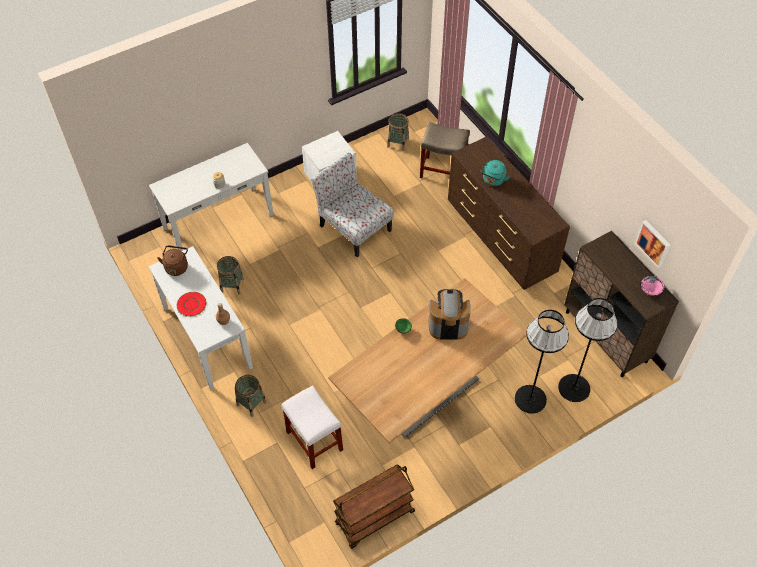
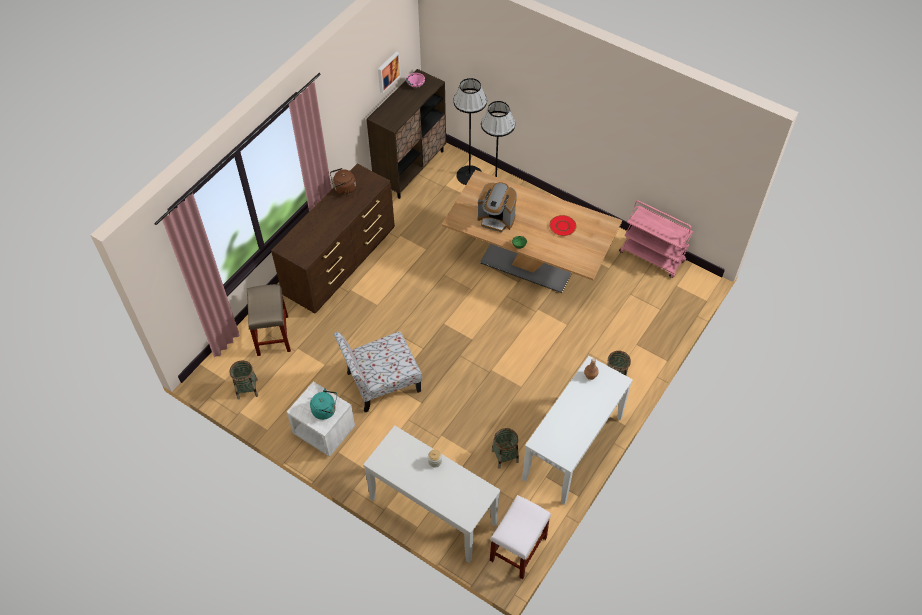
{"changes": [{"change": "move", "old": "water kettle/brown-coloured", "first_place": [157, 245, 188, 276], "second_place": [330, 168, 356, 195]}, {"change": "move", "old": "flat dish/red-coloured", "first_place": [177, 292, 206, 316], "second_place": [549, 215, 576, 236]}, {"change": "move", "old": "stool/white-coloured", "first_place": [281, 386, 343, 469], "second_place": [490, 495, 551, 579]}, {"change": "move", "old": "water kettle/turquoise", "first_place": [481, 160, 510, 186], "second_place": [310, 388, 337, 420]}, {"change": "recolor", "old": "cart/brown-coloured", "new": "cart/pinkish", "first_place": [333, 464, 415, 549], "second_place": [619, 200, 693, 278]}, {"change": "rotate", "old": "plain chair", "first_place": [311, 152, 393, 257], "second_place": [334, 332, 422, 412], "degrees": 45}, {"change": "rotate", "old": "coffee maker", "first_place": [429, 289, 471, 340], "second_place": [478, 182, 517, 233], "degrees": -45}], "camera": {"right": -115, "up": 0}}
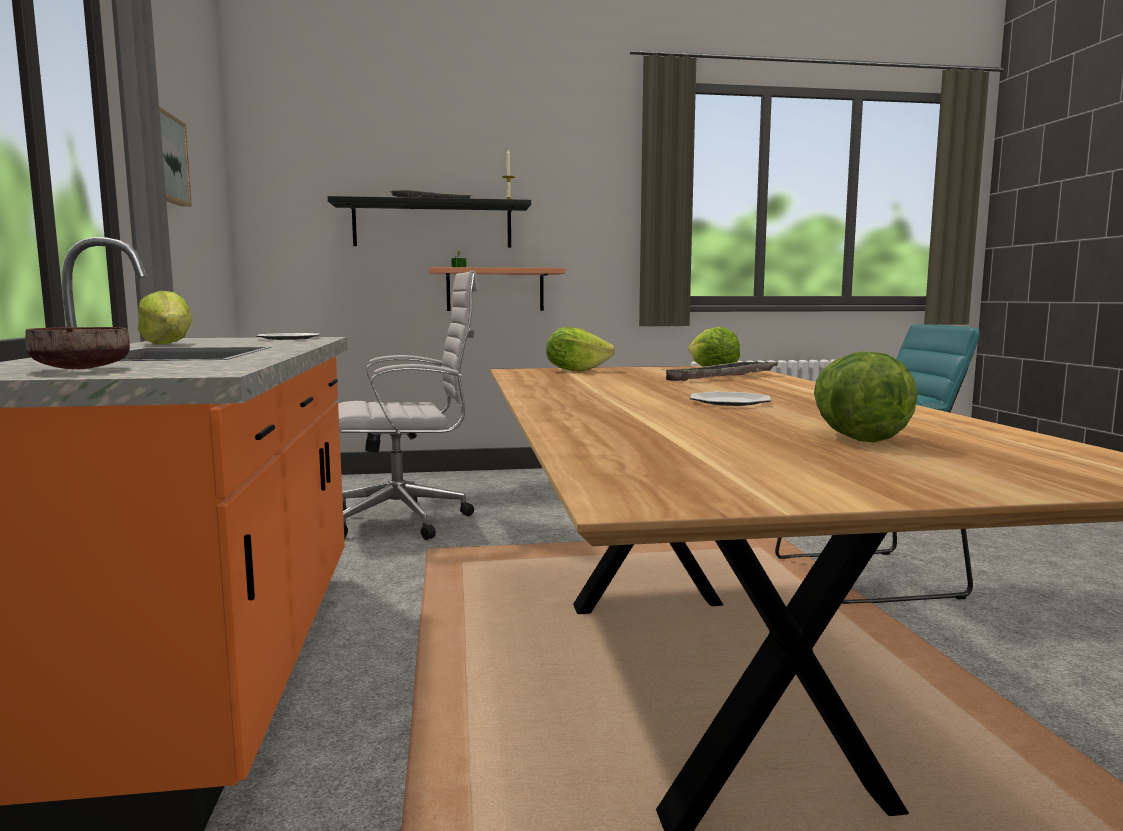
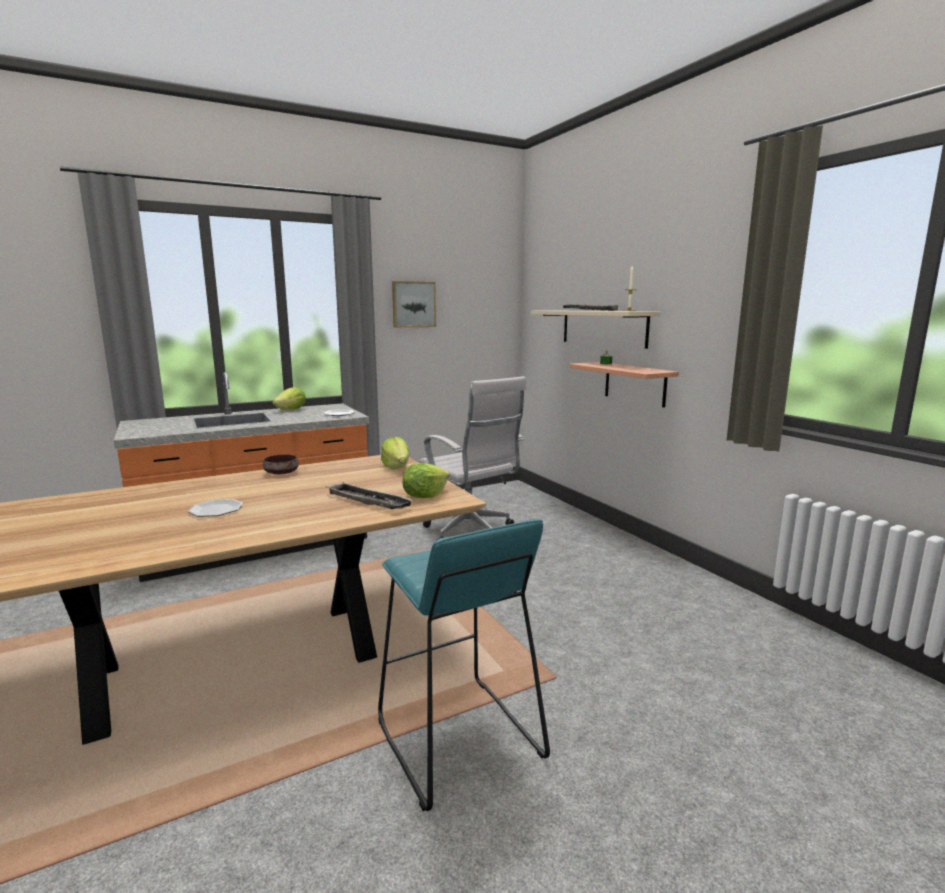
{"changes": [{"change": "delete", "old": "lettuce", "first_place": [814, 351, 918, 443]}, {"change": "move", "old": "bowl/brown-coloured", "first_place": [25, 327, 130, 369], "second_place": [263, 454, 299, 474]}, {"change": "recolor", "old": "wall shelf/black", "new": "wall shelf/beige-coloured", "first_place": [328, 196, 531, 248], "second_place": [531, 311, 661, 349]}], "camera": {"right": 70, "up": 5}}
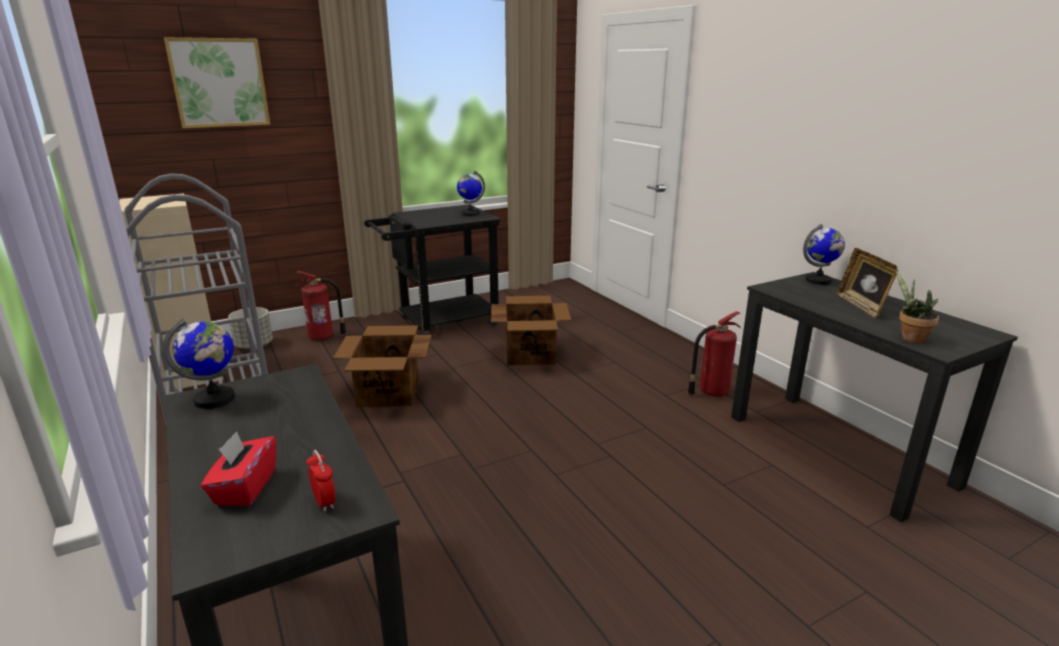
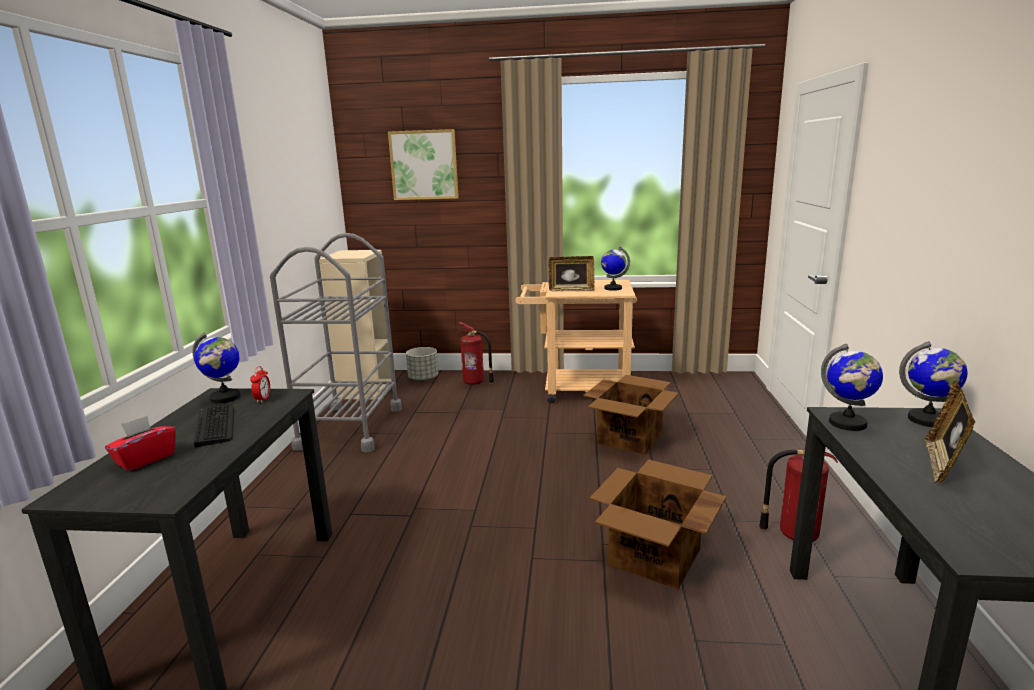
{"changes": [{"change": "delete", "old": "potted plant", "first_place": [896, 270, 939, 344]}, {"change": "insert", "new": "PC keyboard", "second_place": [194, 405, 234, 447]}, {"change": "insert", "new": "picture frame", "second_place": [548, 256, 595, 292]}, {"change": "insert", "new": "desk globe", "second_place": [821, 344, 883, 431]}, {"change": "move", "old": "alarm clock", "first_place": [306, 450, 336, 512], "second_place": [250, 366, 270, 403]}, {"change": "move", "old": "carton", "first_place": [333, 325, 432, 407], "second_place": [590, 459, 726, 589]}, {"change": "recolor", "old": "cart/black", "new": "cart/beige-coloured", "first_place": [364, 204, 501, 335], "second_place": [515, 280, 637, 403]}], "camera": {"right": 35, "up": -5}}
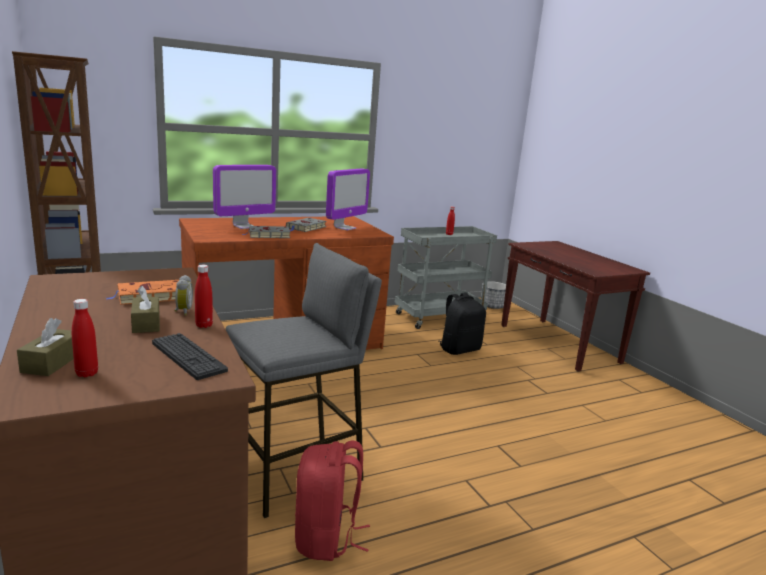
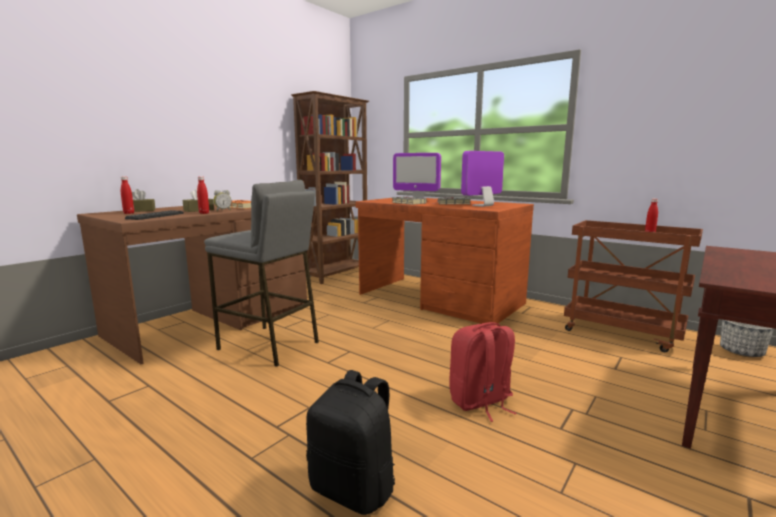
{"changes": [{"change": "move", "old": "backpack/red-coloured", "first_place": [295, 441, 370, 561], "second_place": [449, 322, 517, 422]}, {"change": "move", "old": "backpack/black", "first_place": [438, 292, 486, 355], "second_place": [306, 370, 395, 515]}, {"change": "recolor", "old": "cart/gray", "new": "cart/brown-coloured", "first_place": [395, 226, 497, 329], "second_place": [564, 220, 703, 352]}, {"change": "rotate", "old": "computer display", "first_place": [326, 168, 370, 231], "second_place": [461, 151, 504, 207], "degrees": 135}], "camera": {"right": 65, "up": -5}}
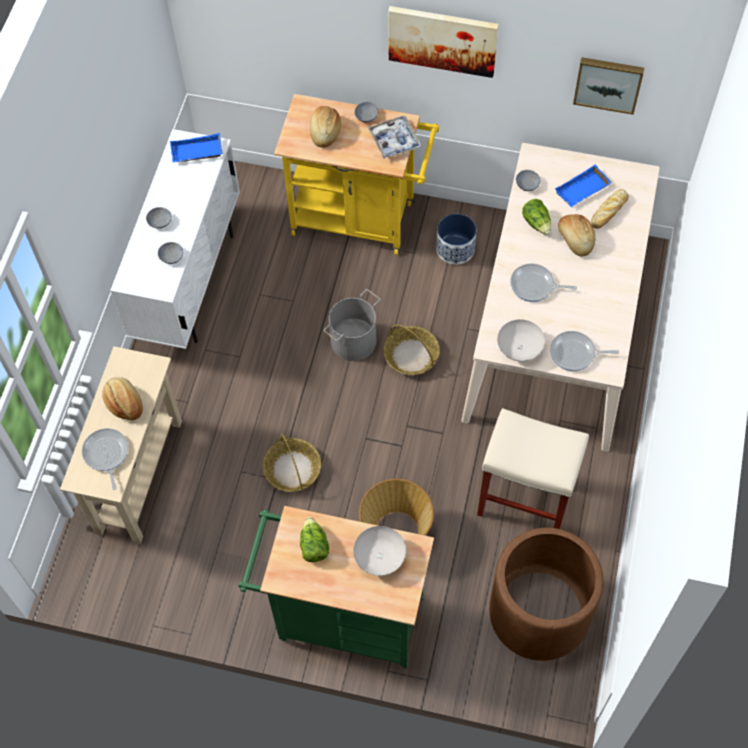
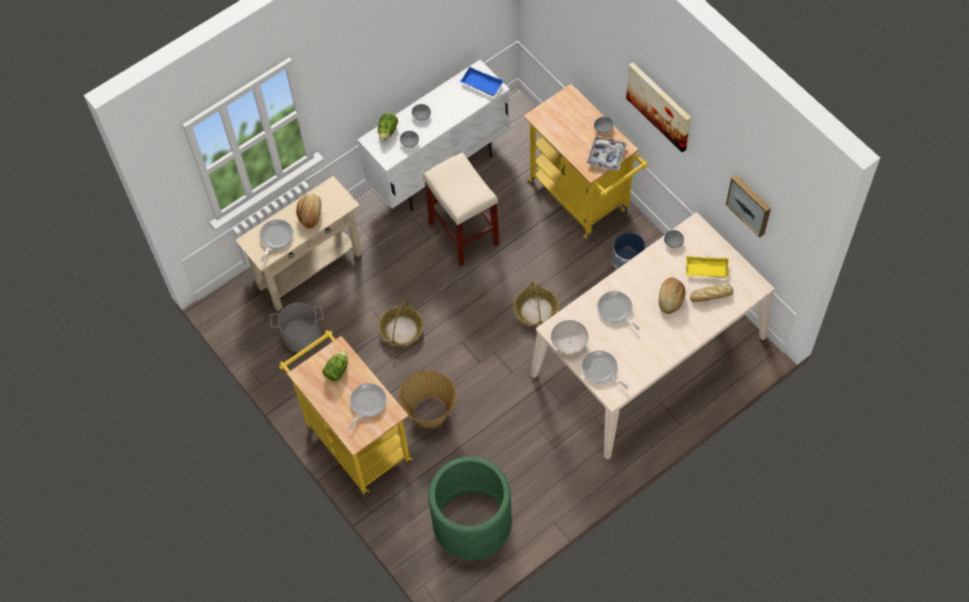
{"changes": [{"change": "delete", "old": "bread", "first_place": [310, 106, 341, 148]}, {"change": "move", "old": "bucket/gray", "first_place": [324, 289, 381, 361], "second_place": [270, 302, 323, 353]}, {"change": "move", "old": "stool/beige-coloured", "first_place": [477, 408, 589, 529], "second_place": [423, 152, 499, 266]}, {"change": "move", "old": "lettuce", "first_place": [522, 199, 551, 235], "second_place": [378, 113, 398, 141]}, {"change": "replace", "old": "bowl/white-coloured", "new": "pan", "first_place": [353, 526, 406, 576], "second_place": [349, 383, 386, 430]}, {"change": "recolor", "old": "cart/green", "new": "cart/yellow-coloured", "first_place": [238, 506, 434, 669], "second_place": [279, 330, 413, 496]}, {"change": "recolor", "old": "plant pot/brown-coloured", "new": "plant pot/green", "first_place": [489, 527, 604, 661], "second_place": [428, 456, 512, 560]}, {"change": "recolor", "old": "tray/blue", "new": "tray/yellow-coloured", "first_place": [555, 165, 612, 207], "second_place": [686, 256, 729, 278]}], "camera": {"right": 40, "up": 0}}
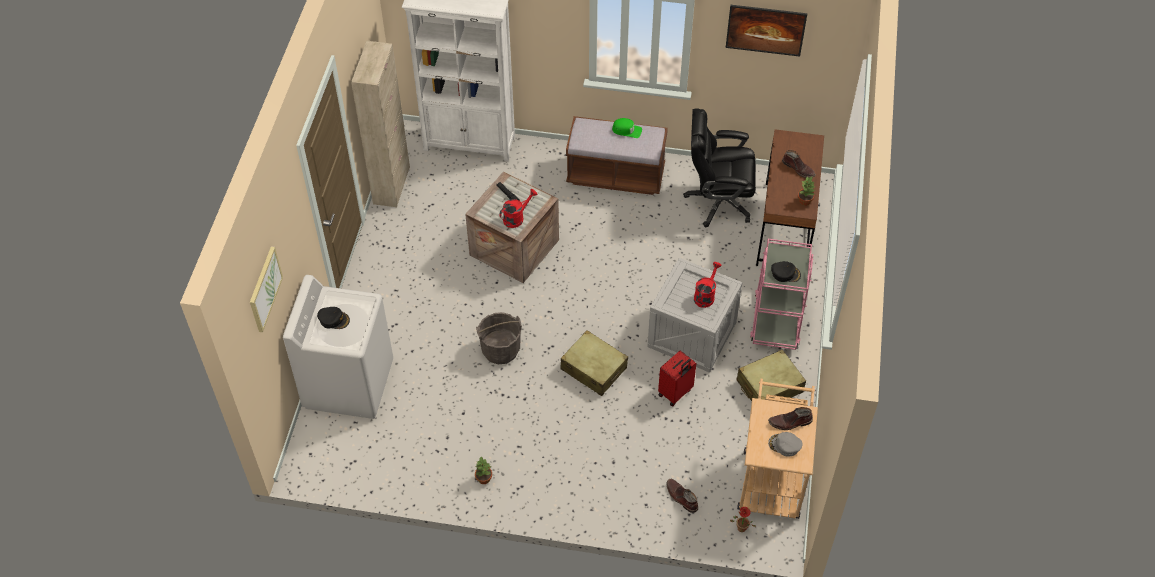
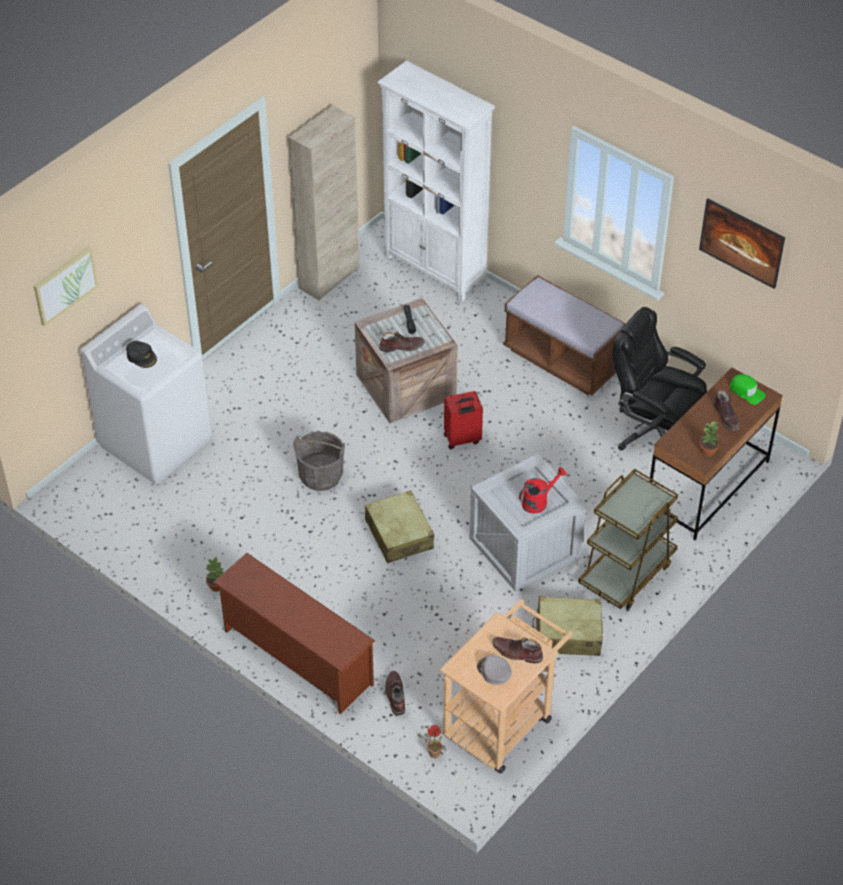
{"changes": [{"change": "delete", "old": "peaked cap/black", "first_place": [771, 261, 801, 282]}, {"change": "insert", "new": "shoe shelf/brown-coloured", "second_place": [213, 553, 375, 714]}, {"change": "move", "old": "peaked cap/green", "first_place": [612, 118, 642, 138], "second_place": [730, 374, 766, 405]}, {"change": "move", "old": "piece of luggage/red-coloured", "first_place": [658, 350, 696, 406], "second_place": [444, 391, 483, 449]}, {"change": "replace", "old": "sprinkling can/red-coloured", "new": "tall boot/brown-coloured", "first_place": [499, 189, 537, 228], "second_place": [379, 332, 425, 352]}, {"change": "recolor", "old": "cart/pinkish", "new": "cart/brown-coloured", "first_place": [750, 239, 814, 350], "second_place": [578, 469, 678, 609]}], "camera": {"right": 30, "up": -5}}
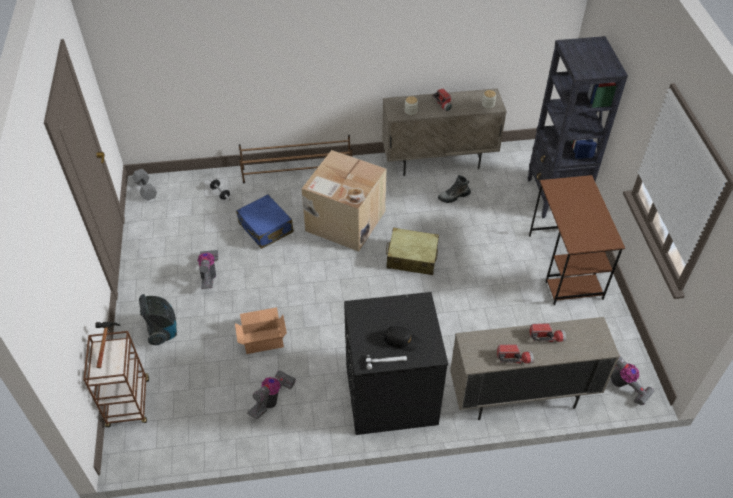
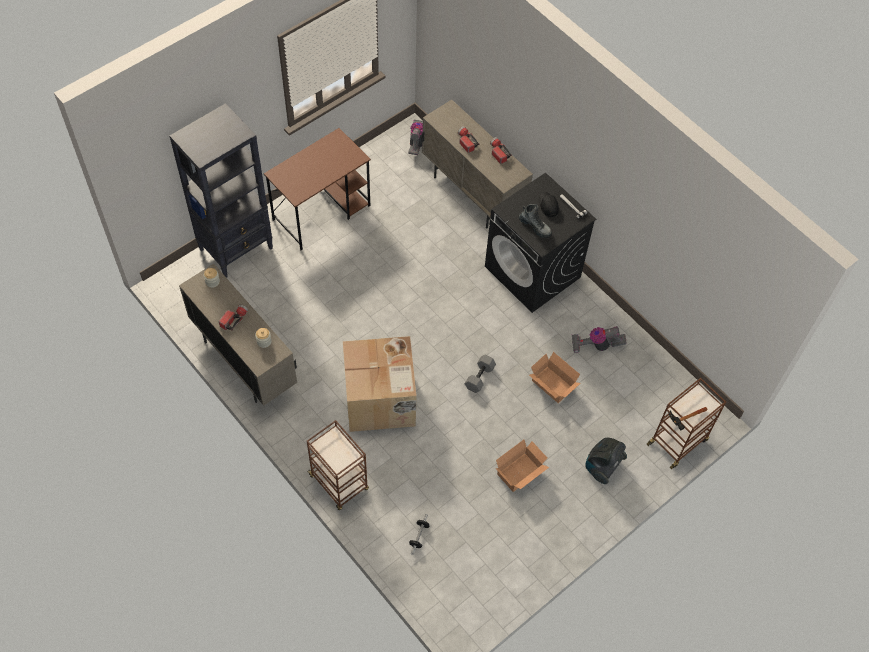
{"changes": [{"change": "delete", "old": "piece of luggage/blue", "first_place": [236, 195, 294, 249]}, {"change": "delete", "old": "piece of luggage/beige-coloured", "first_place": [386, 227, 439, 275]}, {"change": "move", "old": "free weight/gray", "first_place": [132, 169, 157, 201], "second_place": [464, 355, 496, 393]}, {"change": "move", "old": "tall boot", "first_place": [438, 175, 471, 203], "second_place": [519, 204, 552, 238]}, {"change": "replace", "old": "vacuum", "new": "carton", "first_place": [197, 250, 218, 289], "second_place": [495, 440, 549, 492]}, {"change": "replace", "old": "shoe shelf/brown-coloured", "new": "cart/brown-coloured", "first_place": [239, 135, 352, 183], "second_place": [307, 420, 369, 510]}], "camera": {"right": -125, "up": 10}}
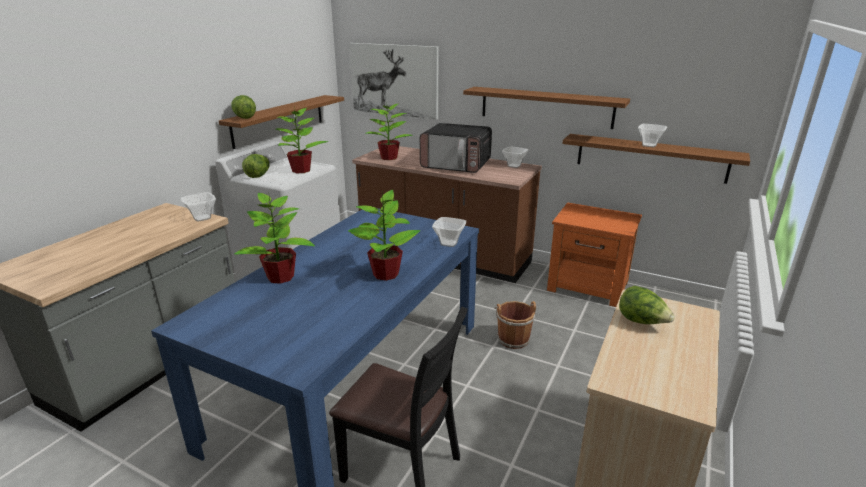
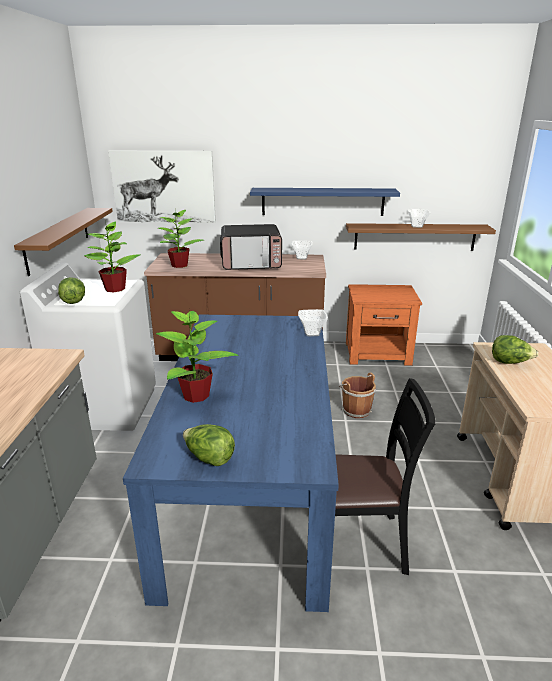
{"changes": [{"change": "delete", "old": "bowl", "first_place": [181, 192, 216, 222]}, {"change": "delete", "old": "potted plant", "first_place": [348, 190, 420, 281]}, {"change": "move", "old": "lettuce", "first_place": [231, 95, 256, 119], "second_place": [183, 424, 235, 466]}, {"change": "recolor", "old": "wall shelf/brown-coloured", "new": "wall shelf/blue", "first_place": [463, 87, 630, 129], "second_place": [250, 188, 400, 216]}], "camera": {"right": -25, "up": 0}}
